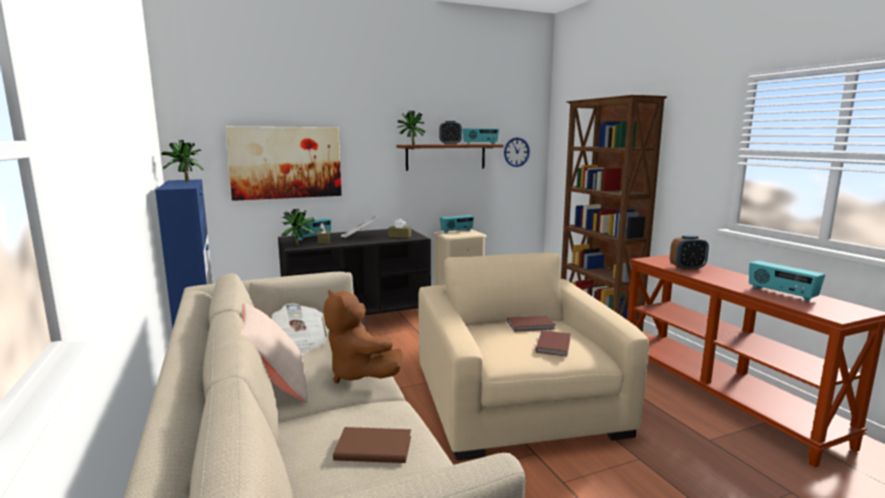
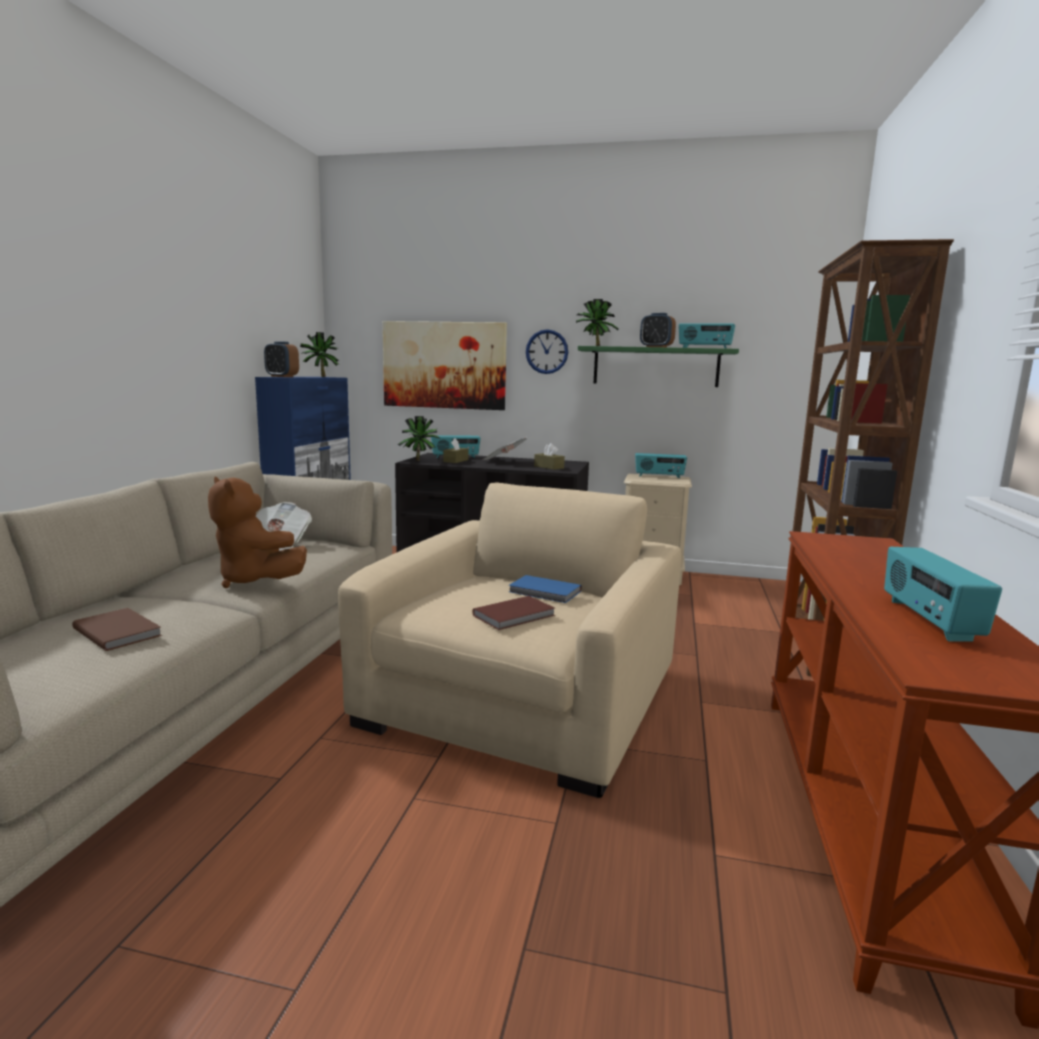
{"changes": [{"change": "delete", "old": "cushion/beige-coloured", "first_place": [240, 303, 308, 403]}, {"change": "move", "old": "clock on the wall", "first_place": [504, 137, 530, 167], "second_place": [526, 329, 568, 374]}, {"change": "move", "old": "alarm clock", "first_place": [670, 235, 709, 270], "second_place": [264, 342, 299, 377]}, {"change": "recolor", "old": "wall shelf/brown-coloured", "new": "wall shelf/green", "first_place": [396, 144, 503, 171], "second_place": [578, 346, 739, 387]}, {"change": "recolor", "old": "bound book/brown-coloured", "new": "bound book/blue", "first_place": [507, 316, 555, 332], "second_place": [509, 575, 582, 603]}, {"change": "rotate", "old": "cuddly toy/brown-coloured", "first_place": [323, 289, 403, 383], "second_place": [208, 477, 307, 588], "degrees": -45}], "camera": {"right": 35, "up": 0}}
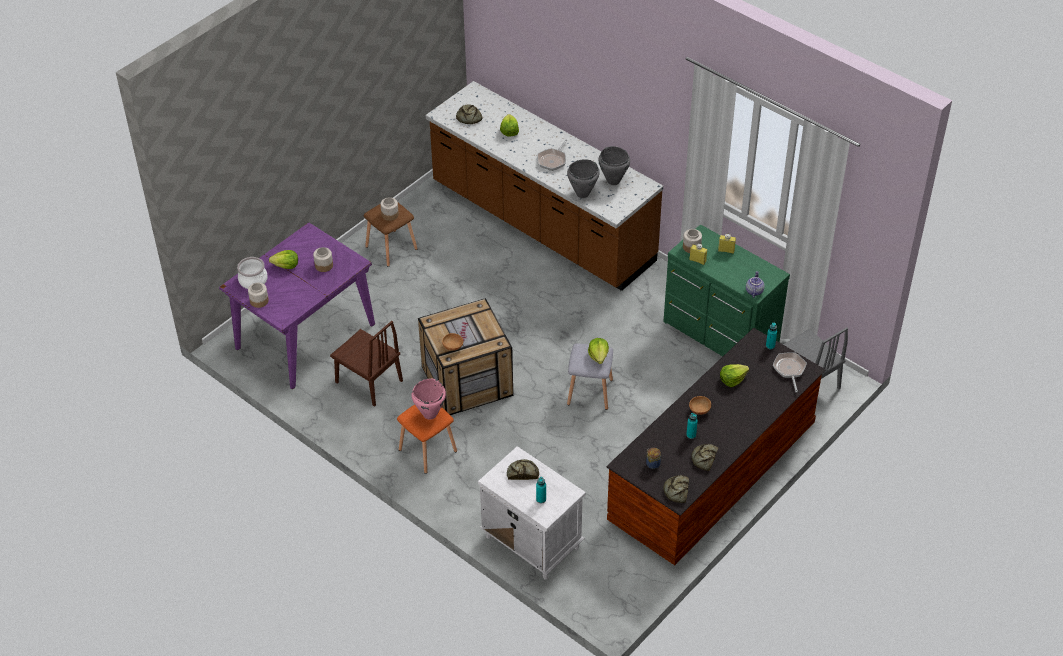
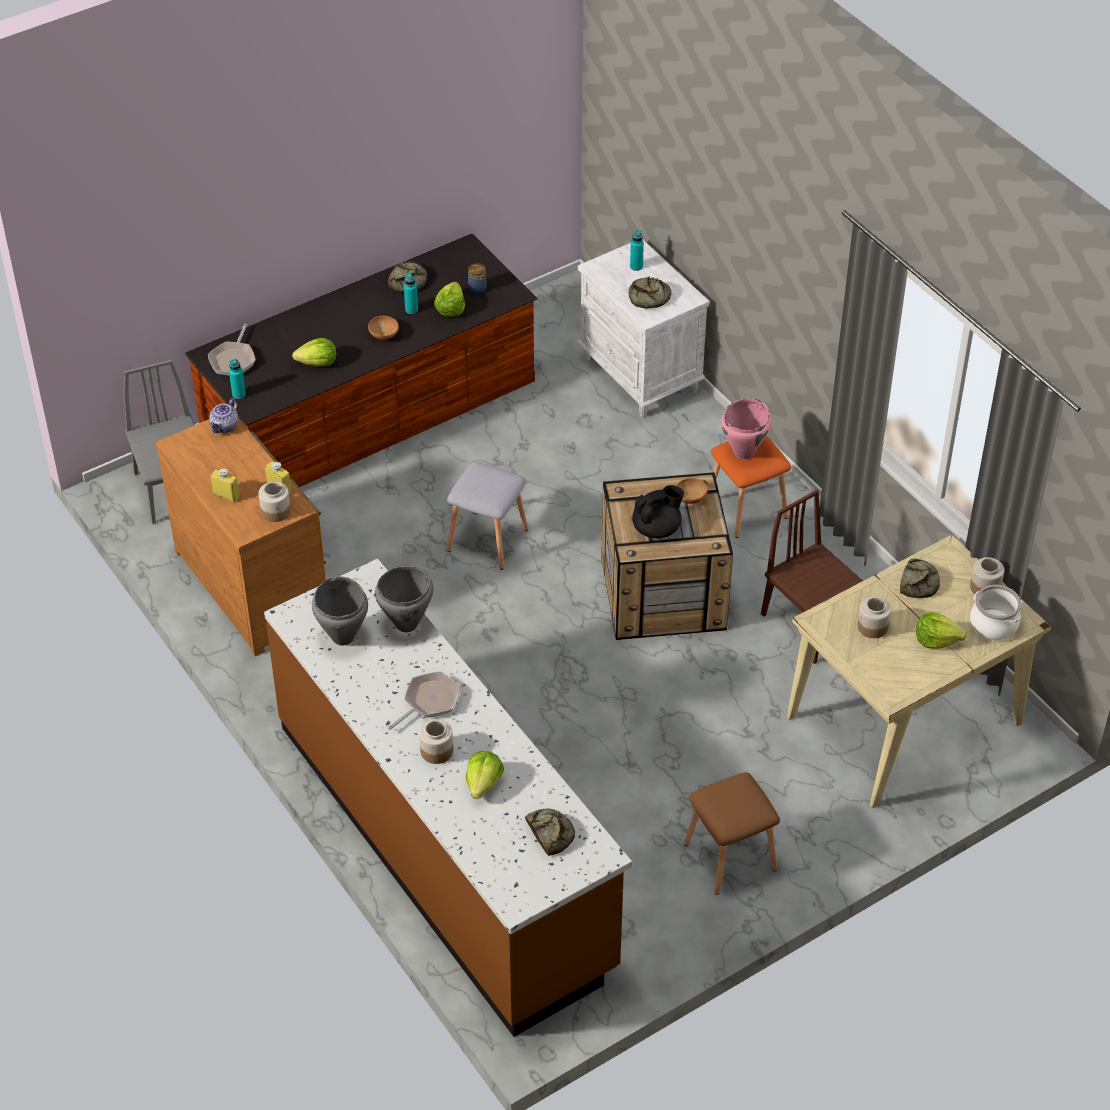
{"changes": [{"change": "insert", "new": "tea pot/black", "second_place": [632, 485, 684, 538]}, {"change": "move", "old": "storage jar", "first_place": [381, 197, 399, 221], "second_place": [419, 719, 453, 764]}, {"change": "move", "old": "lettuce", "first_place": [588, 338, 609, 364], "second_place": [434, 282, 465, 317]}, {"change": "move", "old": "bread", "first_place": [663, 475, 689, 503], "second_place": [900, 558, 940, 598]}, {"change": "recolor", "old": "dinner table/purple", "new": "dinner table/beige-coloured", "first_place": [219, 222, 375, 389], "second_place": [787, 535, 1051, 808]}, {"change": "recolor", "old": "dresser/green", "new": "dresser/brown-coloured", "first_place": [663, 224, 790, 356], "second_place": [156, 418, 326, 656]}], "camera": {"right": -165, "up": 0}}
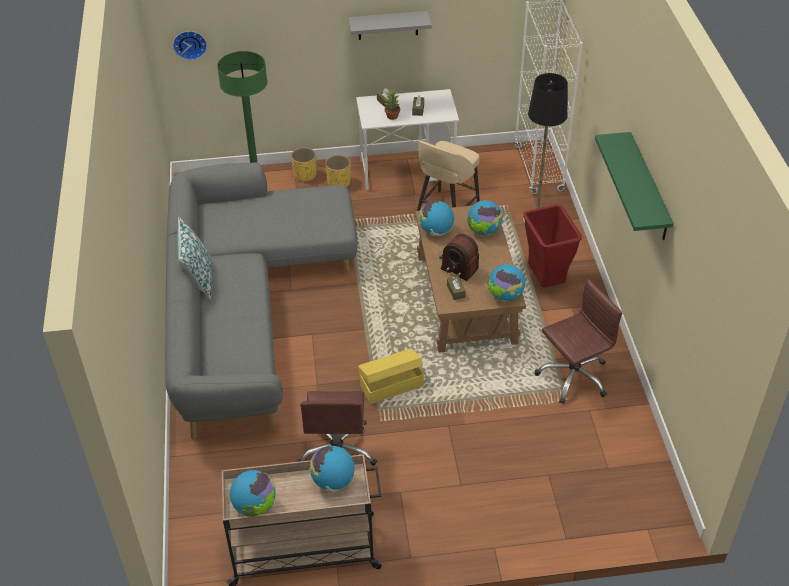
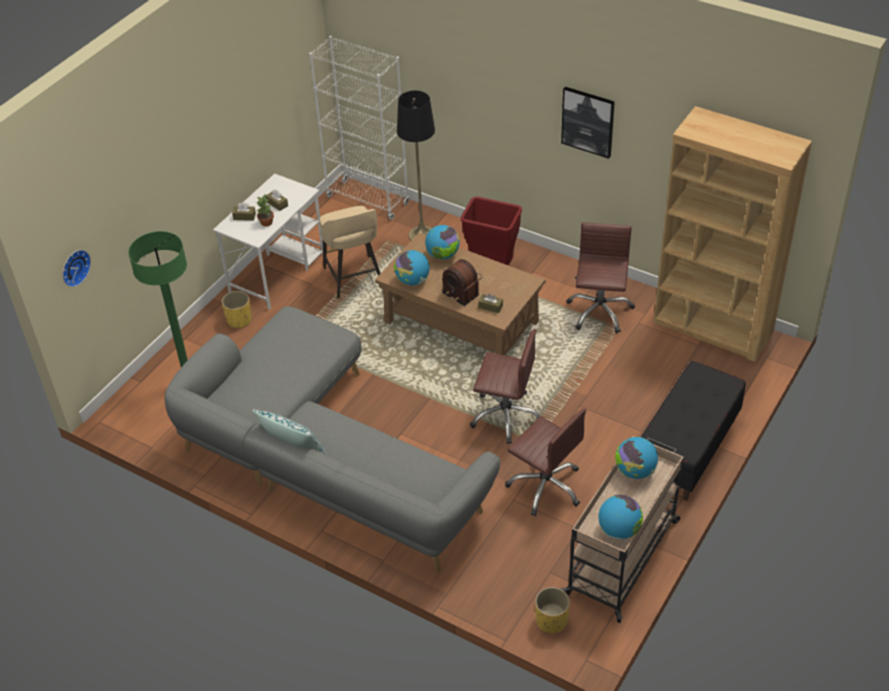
{"changes": [{"change": "delete", "old": "wall shelf/gray", "first_place": [348, 11, 432, 40]}, {"change": "delete", "old": "desk globe", "first_place": [488, 264, 526, 302]}, {"change": "insert", "new": "bench/black", "second_place": [641, 361, 746, 501]}, {"change": "insert", "new": "shelving unit/brown-coloured", "second_place": [653, 106, 812, 362]}, {"change": "move", "old": "plant pot/yellow-coloured", "first_place": [291, 147, 317, 182], "second_place": [535, 587, 570, 633]}, {"change": "replace", "old": "storage container/yellow-coloured", "new": "desk chair/brown-coloured", "first_place": [358, 348, 424, 404], "second_place": [470, 329, 540, 444]}, {"change": "replace", "old": "wall shelf/green", "new": "picture", "first_place": [595, 132, 673, 240], "second_place": [561, 87, 615, 159]}, {"change": "rotate", "old": "radio", "first_place": [439, 234, 479, 281], "second_place": [442, 259, 482, 306], "degrees": 60}], "camera": {"right": -50, "up": 0}}
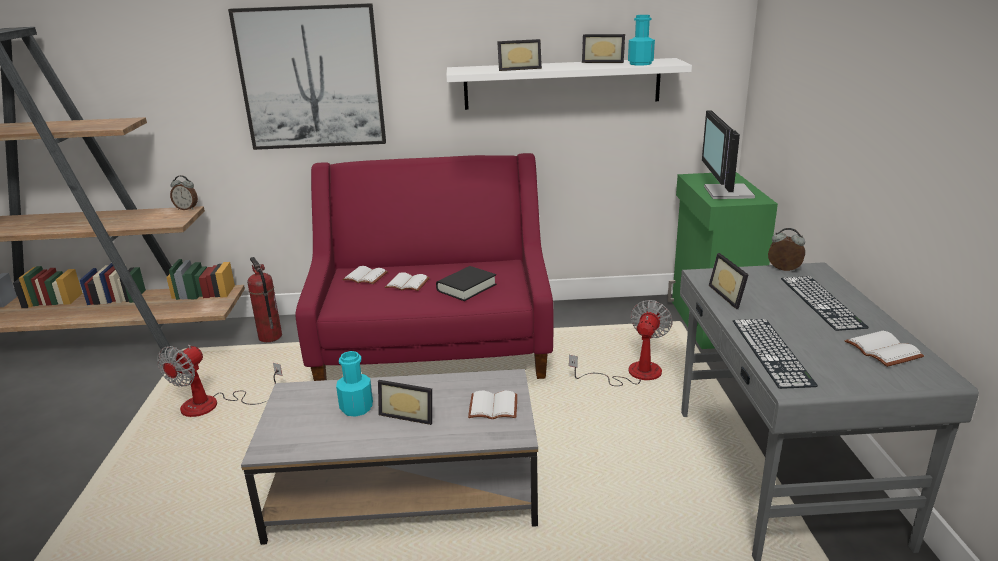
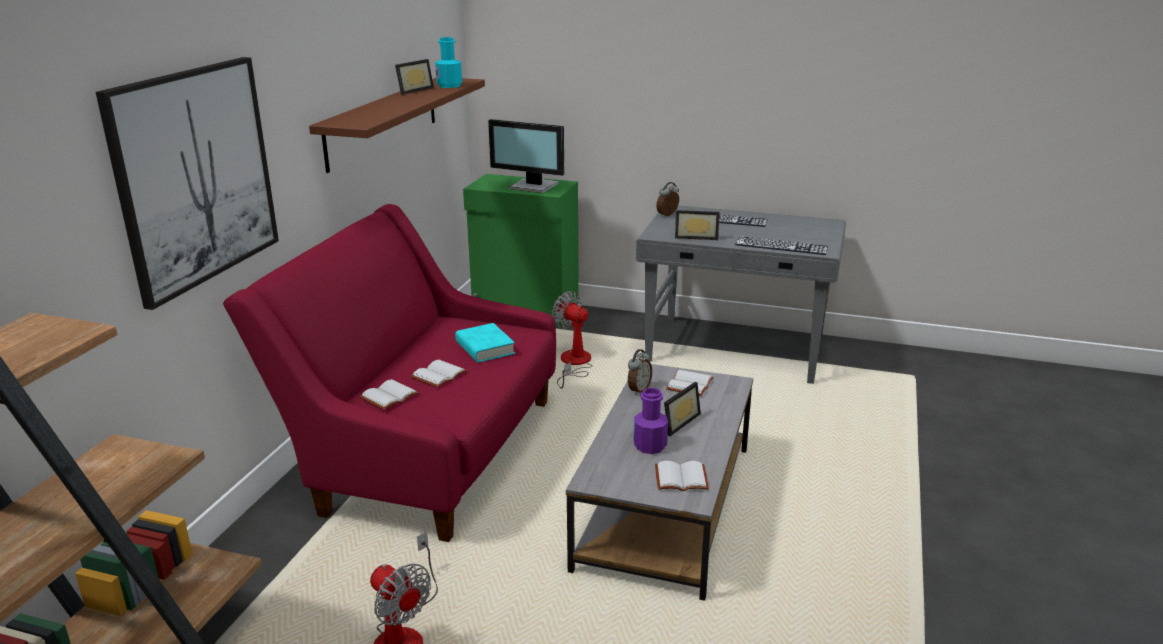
{"changes": [{"change": "delete", "old": "fire-fighting cylinder", "first_place": [247, 257, 282, 342]}, {"change": "delete", "old": "picture frame", "first_place": [497, 39, 542, 71]}, {"change": "move", "old": "alarm clock", "first_place": [170, 175, 198, 210], "second_place": [628, 349, 652, 395]}, {"change": "move", "old": "bound book/white-coloured", "first_place": [844, 331, 924, 367], "second_place": [655, 461, 709, 491]}, {"change": "recolor", "old": "beverage bottle/turquoise", "new": "beverage bottle/purple", "first_place": [336, 351, 373, 417], "second_place": [634, 388, 668, 454]}, {"change": "recolor", "old": "bound book/black", "new": "bound book/turquoise", "first_place": [436, 266, 496, 301], "second_place": [455, 323, 515, 363]}, {"change": "recolor", "old": "wall shelf/white-coloured", "new": "wall shelf/brown-coloured", "first_place": [446, 58, 692, 110], "second_place": [309, 78, 485, 173]}], "camera": {"right": -70, "up": 0}}
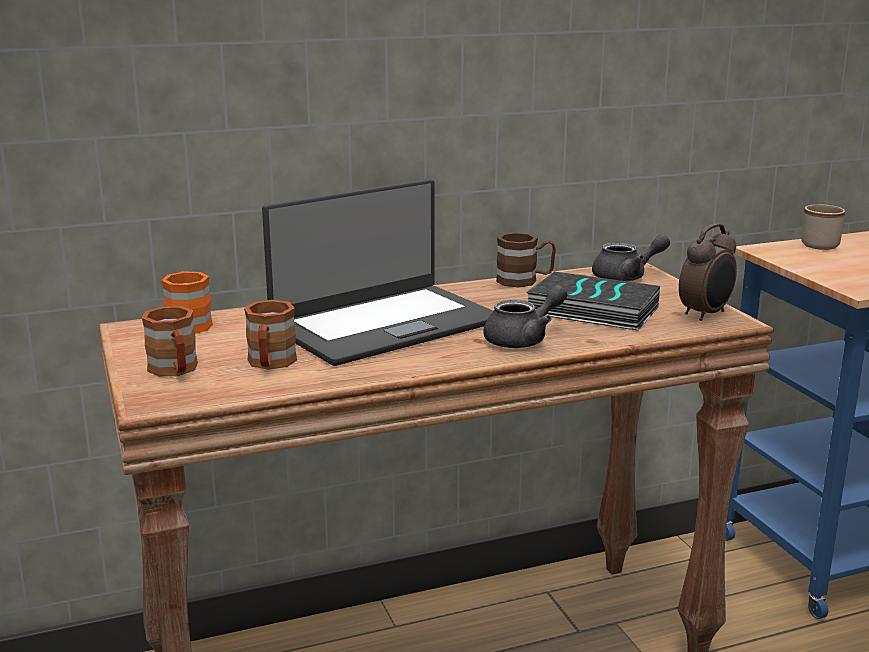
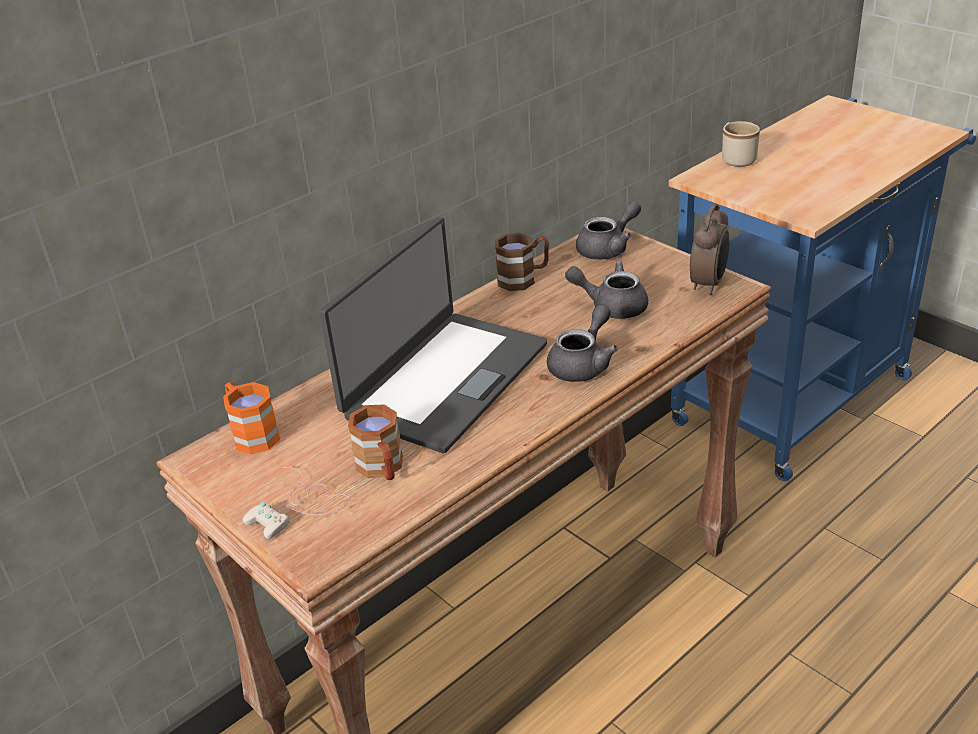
{"changes": [{"change": "replace", "old": "mug/brown-coloured", "new": "gamepad/white-coloured", "first_place": [142, 306, 198, 376], "second_place": [243, 467, 349, 539]}, {"change": "replace", "old": "bound book", "new": "tea pot/gray", "first_place": [526, 271, 660, 331], "second_place": [565, 260, 648, 319]}], "camera": {"right": -20, "up": 15}}
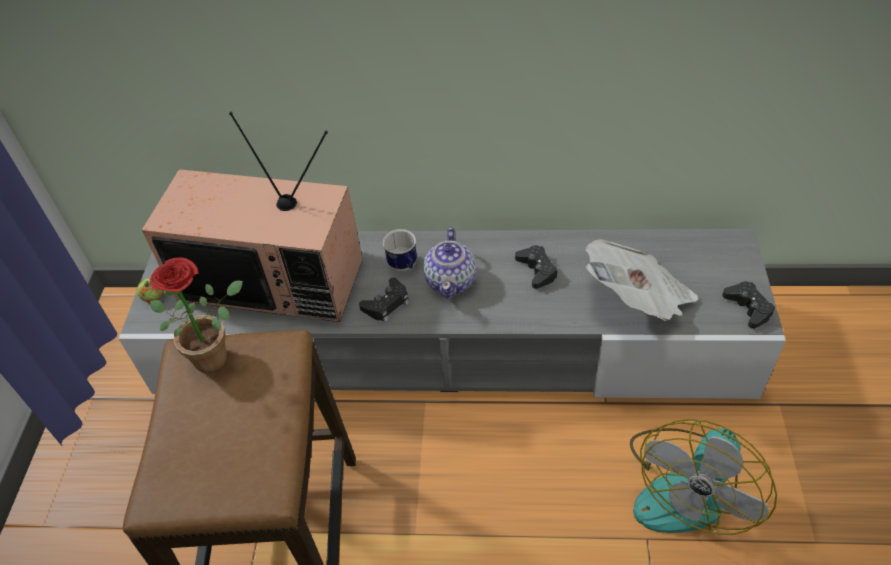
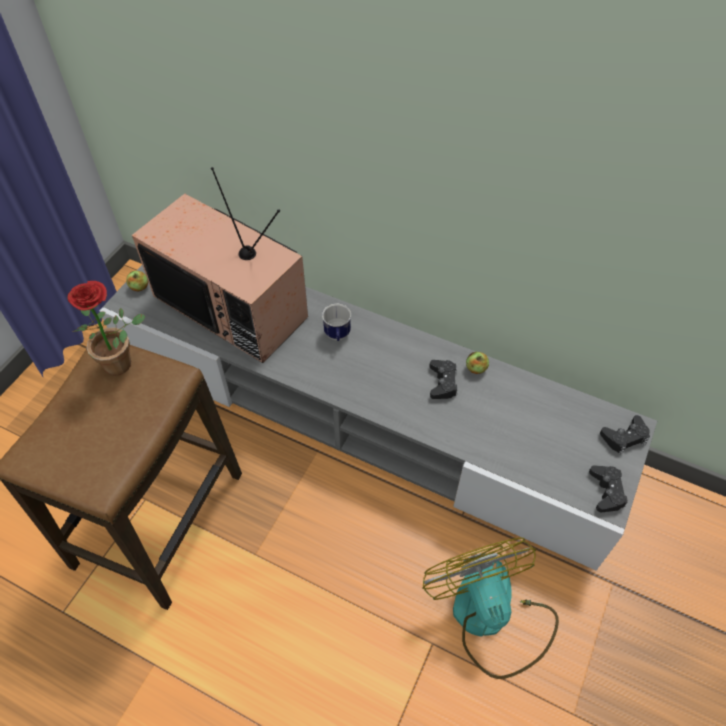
{"changes": [{"change": "delete", "old": "tea pot", "first_place": [423, 228, 477, 299]}, {"change": "delete", "old": "printed paper", "first_place": [586, 239, 698, 321]}, {"change": "insert", "new": "apple fruit", "second_place": [466, 352, 489, 374]}, {"change": "move", "old": "gamepad/black", "first_place": [359, 278, 409, 322], "second_place": [600, 415, 650, 454]}, {"change": "rotate", "old": "electric fan", "first_place": [630, 419, 777, 535], "second_place": [422, 538, 559, 679], "degrees": 105}], "camera": {"right": 20, "up": 5}}
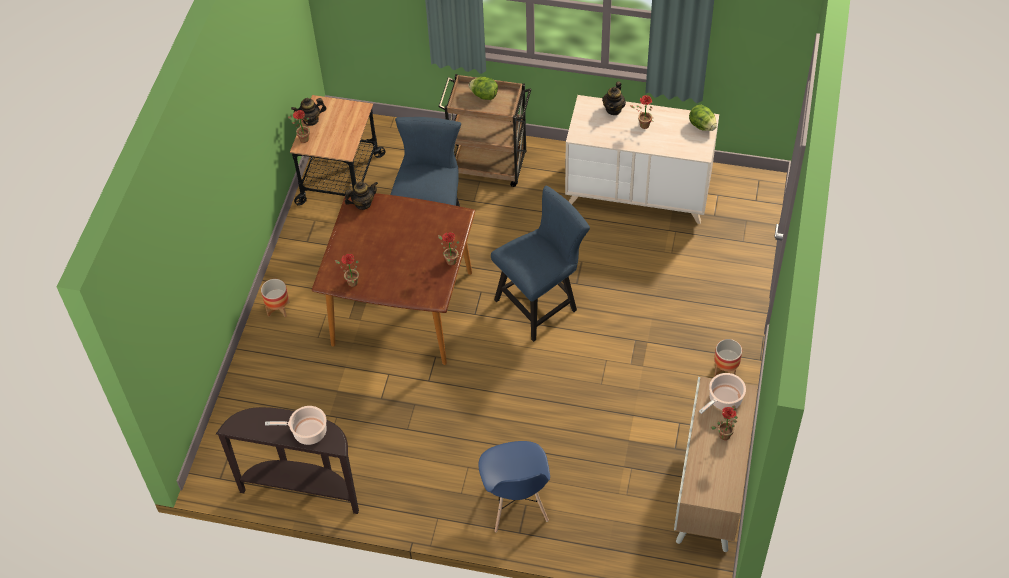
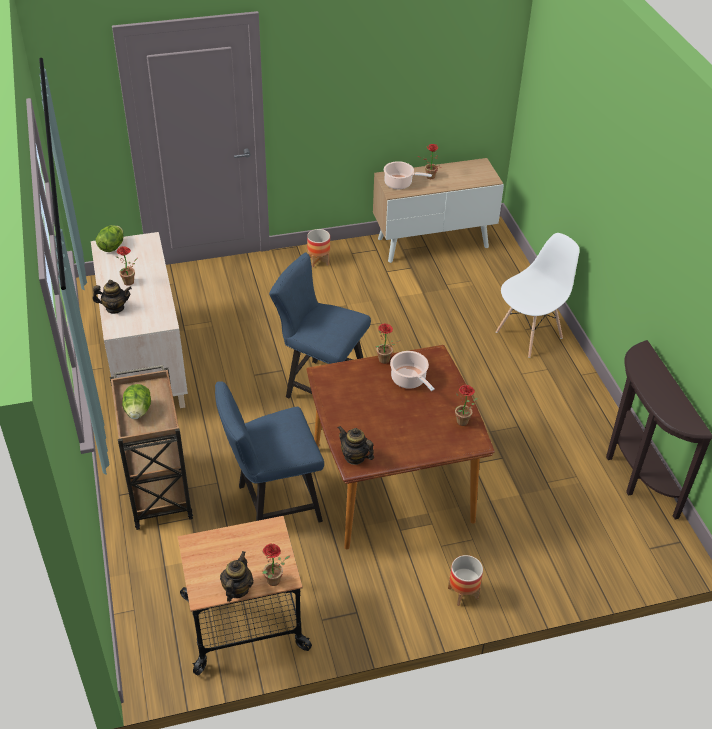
{"changes": [{"change": "move", "old": "stockpot", "first_place": [265, 406, 327, 445], "second_place": [390, 351, 435, 391]}, {"change": "recolor", "old": "plain chair/blue", "new": "plain chair/white-coloured", "first_place": [478, 441, 550, 532], "second_place": [496, 233, 579, 358]}, {"change": "rotate", "old": "tea pot", "first_place": [291, 98, 327, 126], "second_place": [220, 551, 254, 602], "degrees": -120}], "camera": {"right": -120, "up": -10}}
